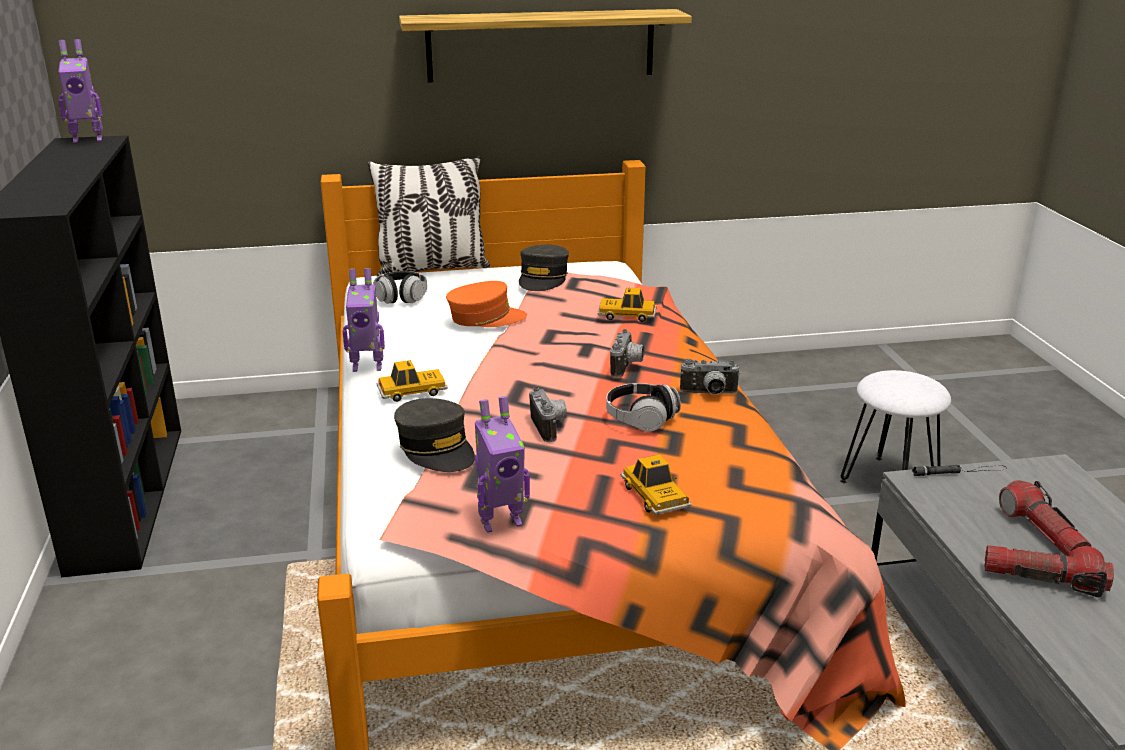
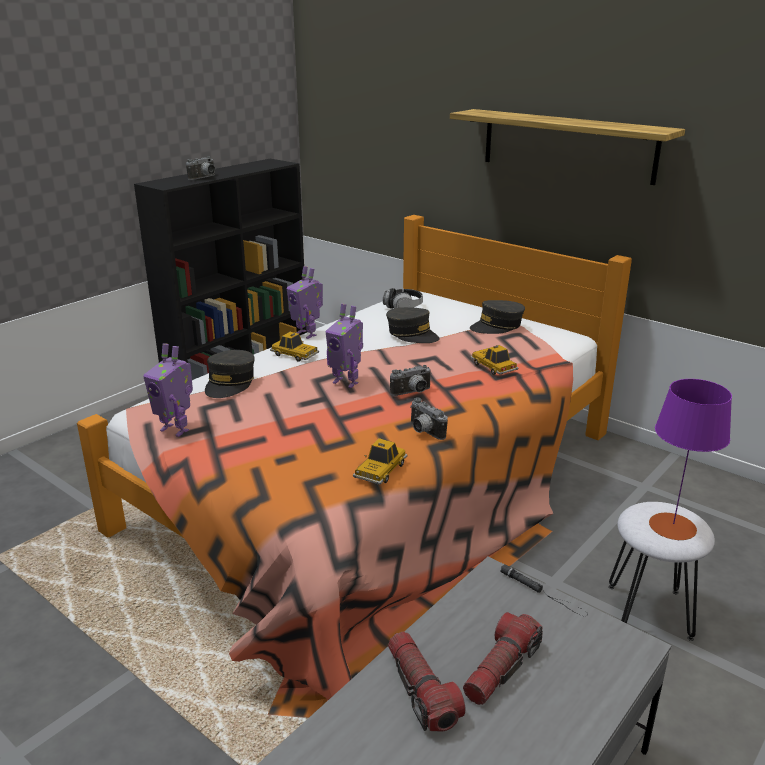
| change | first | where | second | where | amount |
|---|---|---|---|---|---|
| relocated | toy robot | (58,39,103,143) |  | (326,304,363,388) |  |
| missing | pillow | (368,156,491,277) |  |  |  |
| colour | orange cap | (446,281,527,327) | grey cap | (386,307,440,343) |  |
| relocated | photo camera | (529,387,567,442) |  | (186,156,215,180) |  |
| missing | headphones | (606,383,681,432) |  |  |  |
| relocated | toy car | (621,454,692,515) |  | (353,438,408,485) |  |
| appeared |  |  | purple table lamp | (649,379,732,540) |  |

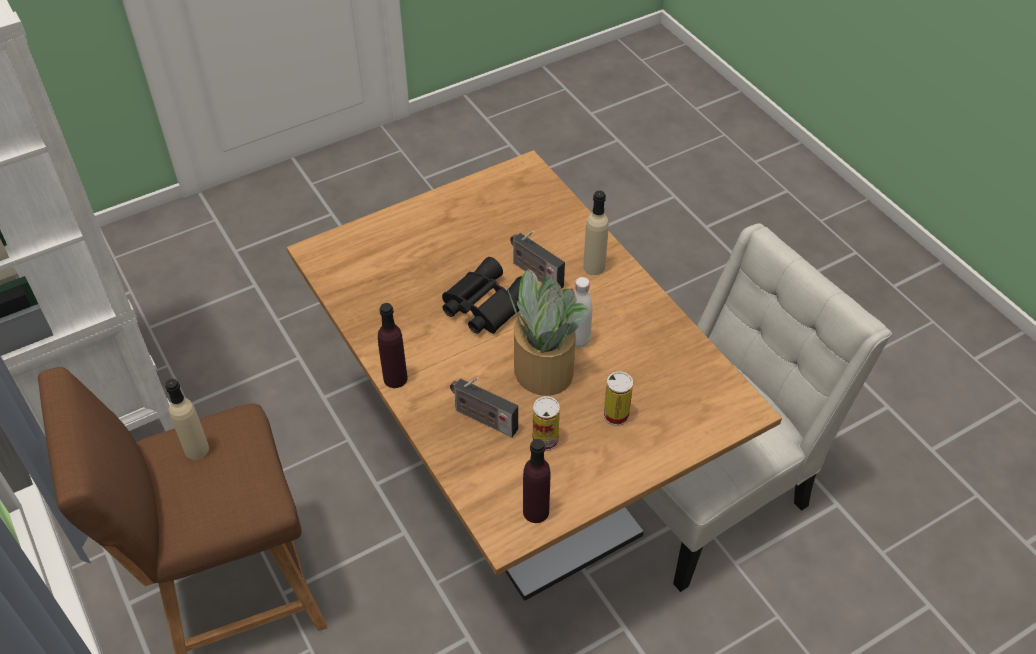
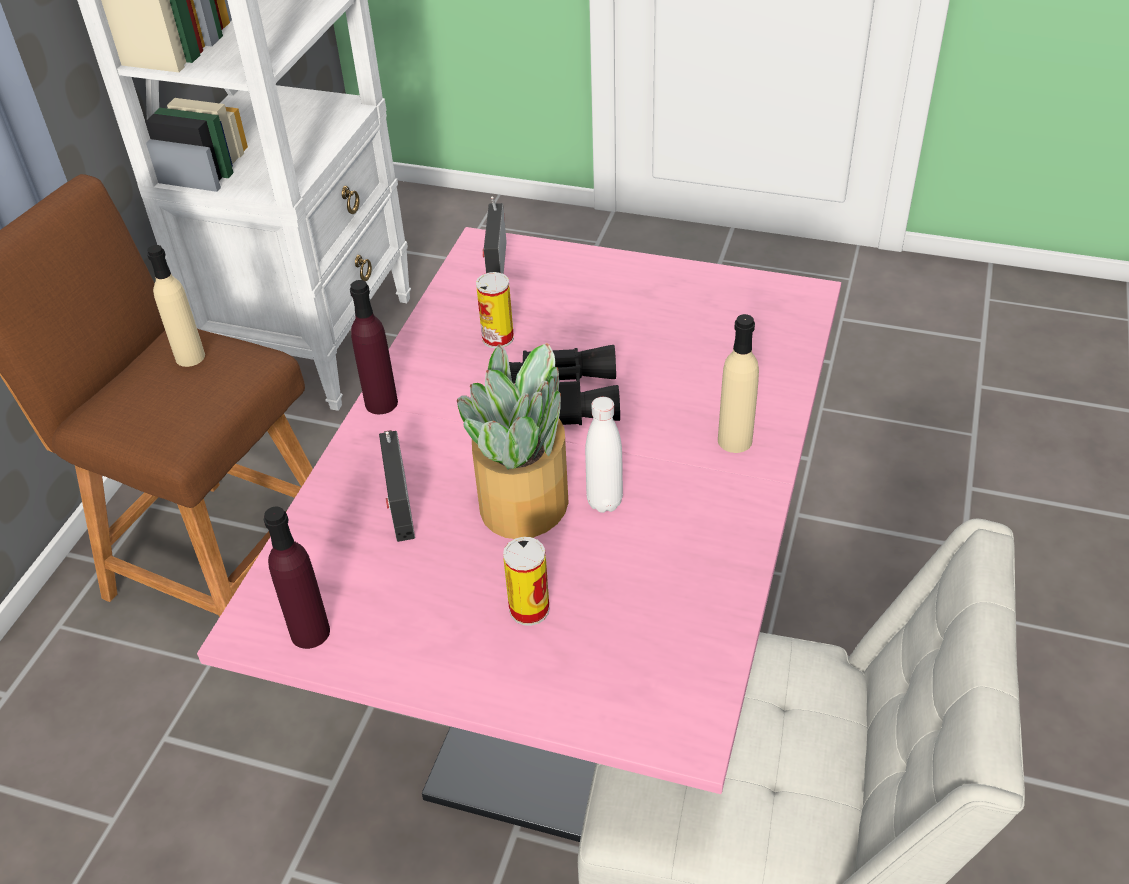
| change | first | where | second | where | amount |
|---|---|---|---|---|---|
| colour | brown dining table | (287,150,782,601) | pink dining table | (197,227,841,842) |  |
| relocated | radio | (510,231,565,289) |  | (482,196,507,274) |  |
| relocated | can | (532,396,560,451) |  | (476,272,514,348) |  |

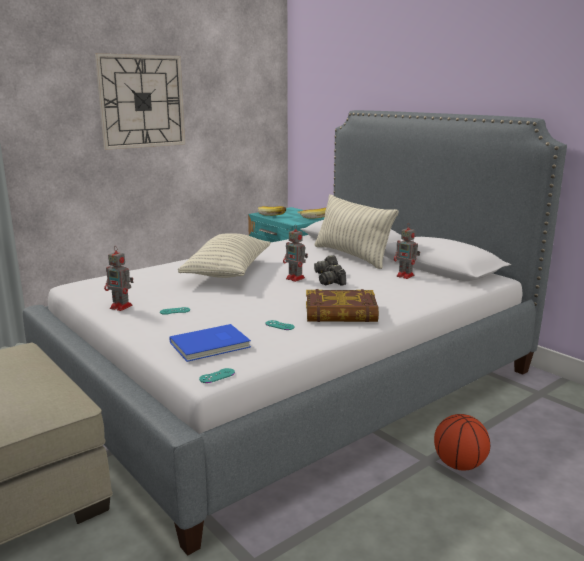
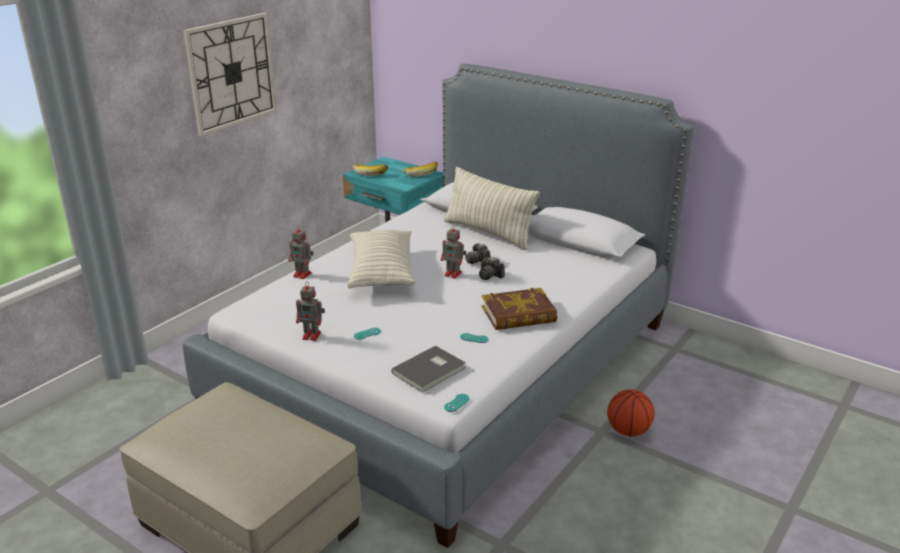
| change | first | where | second | where | amount |
|---|---|---|---|---|---|
| colour | blue book | (170,324,251,362) | grey book | (392,346,466,392) |  |
| relocated | toy robot | (394,226,420,279) |  | (288,225,314,279) |  |

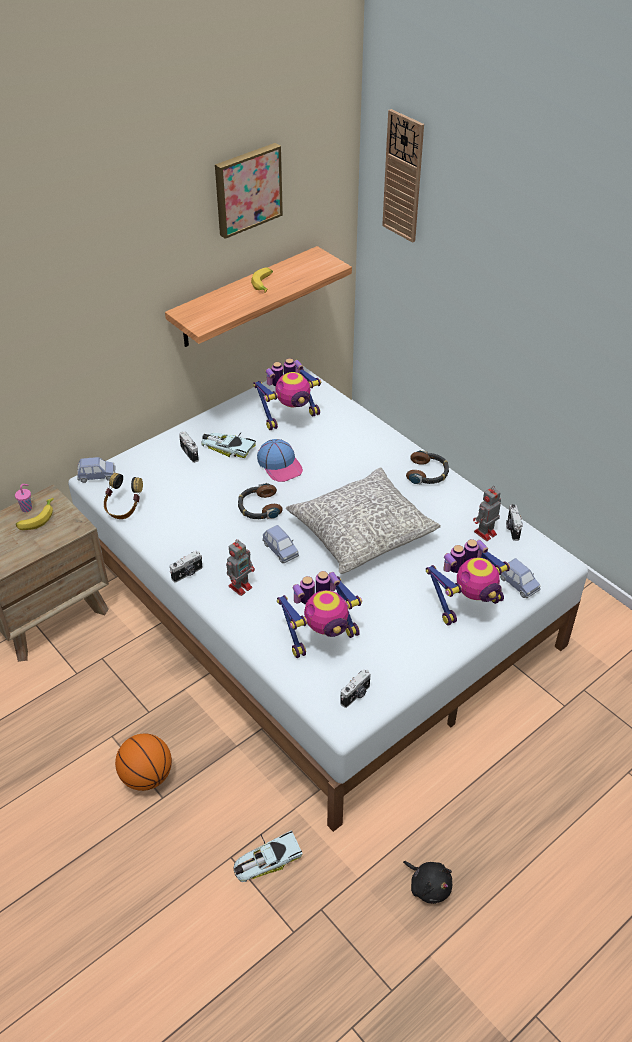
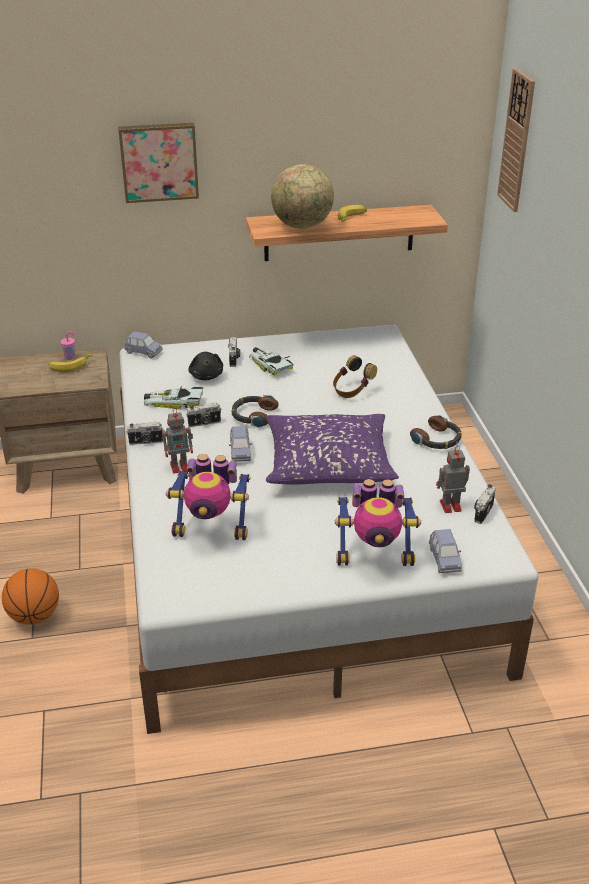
| change | first | where | second | where | amount |
|---|---|---|---|---|---|
| relocated | headphones | (104,473,143,519) |  | (333,355,377,398) |  |
| relocated | picture | (215,143,283,239) |  | (118,123,199,203) |  |
| relocated | toy car | (233,830,303,882) |  | (144,386,203,410) |  |
| missing | toy robot | (253,358,321,430) |  |  |  |
| missing | cap | (257,439,303,482) |  |  |  |
| colour | grey pillow | (286,468,441,574) | purple pillow | (265,414,399,485) |  |
| relocated | photo camera | (340,669,371,708) |  | (186,403,222,427) |  |
| relocated | black plush toy | (403,861,452,904) |  | (188,352,223,380) |  |
| appeared |  |  | globe | (271,164,334,229) |  |

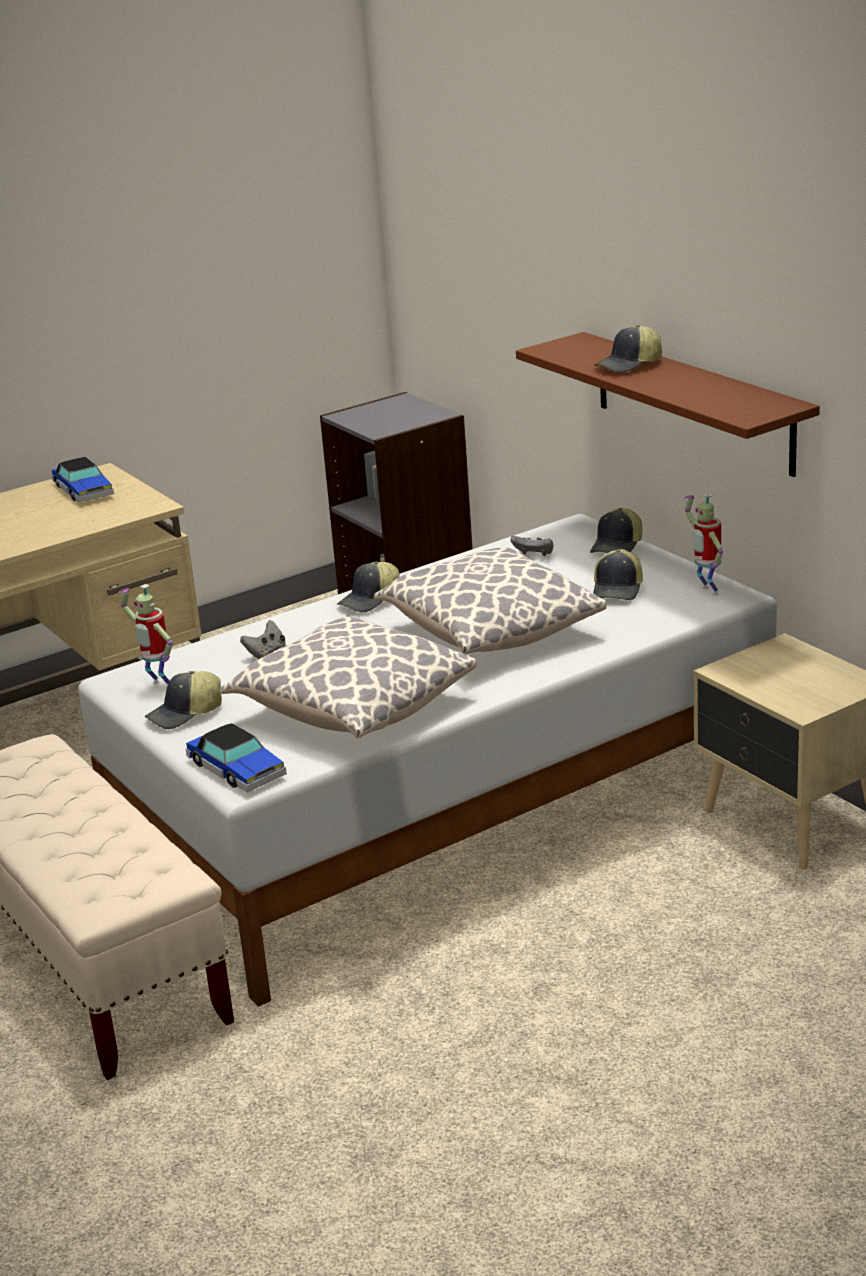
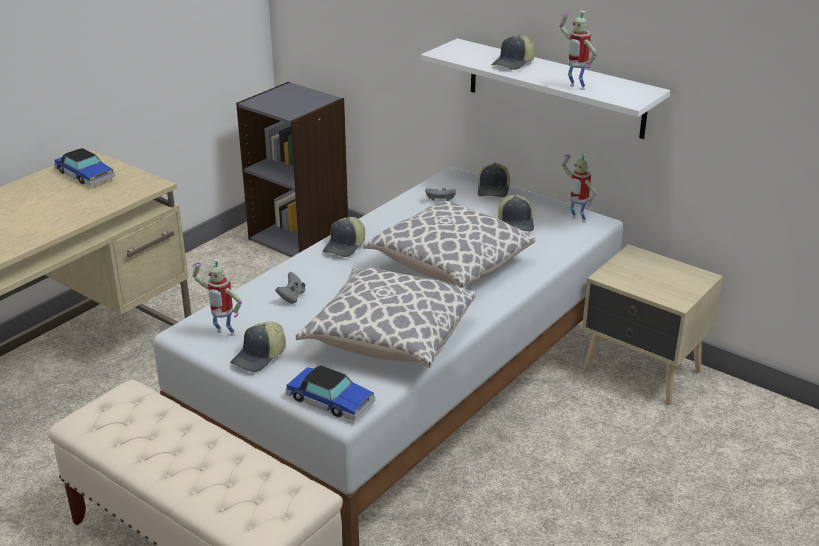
| change | first | where | second | where | amount |
|---|---|---|---|---|---|
| colour | brown shelf | (516,332,820,477) | white shelf | (421,38,671,139) |  |
| appeared |  |  | toy robot | (559,10,597,90) |  |

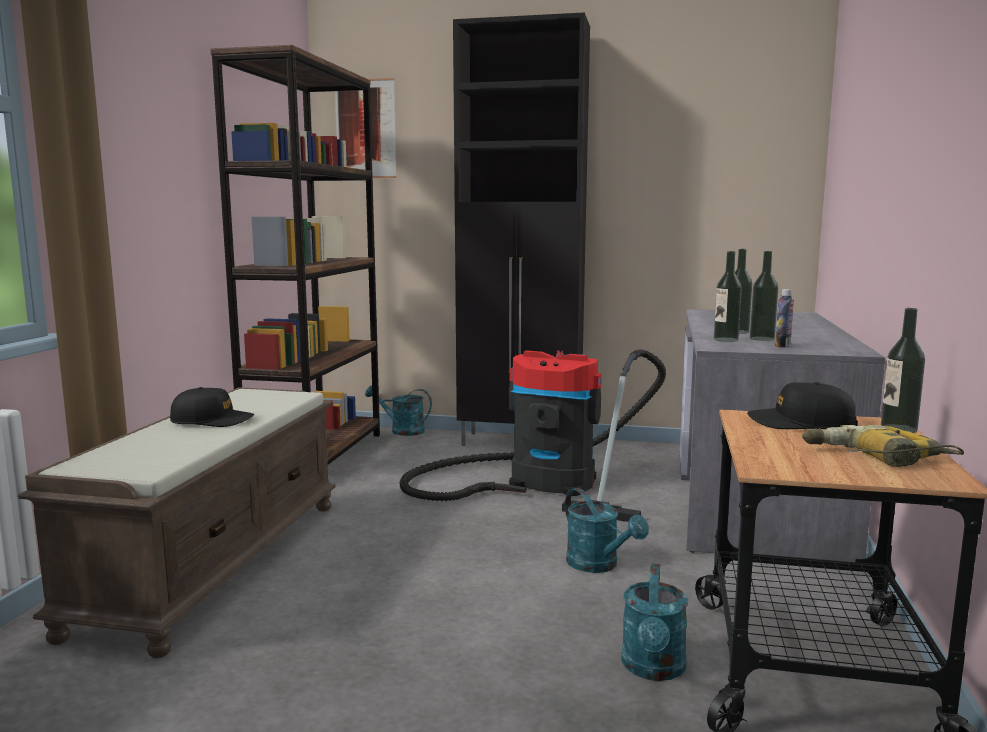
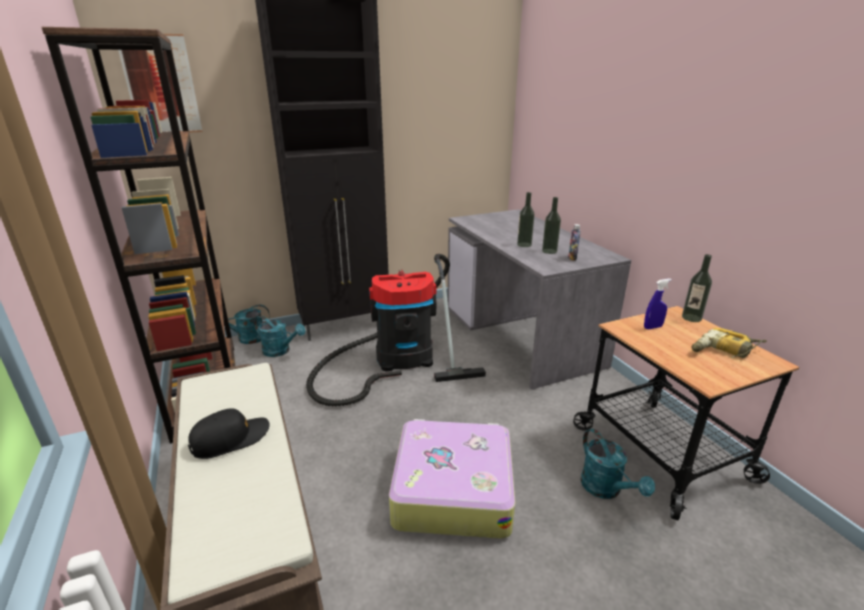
| change | first | where | second | where | amount |
|---|---|---|---|---|---|
| relocated | turquoise watering can | (565,488,649,573) |  | (254,316,306,357) |  |
| missing | bottle | (714,251,742,342) |  |  |  |
| exchanged | black cap | (747,382,858,429) | blue spray bottle | (644,279,672,329) |  |
| appeared |  |  | suitcase | (389,419,515,539) |  |

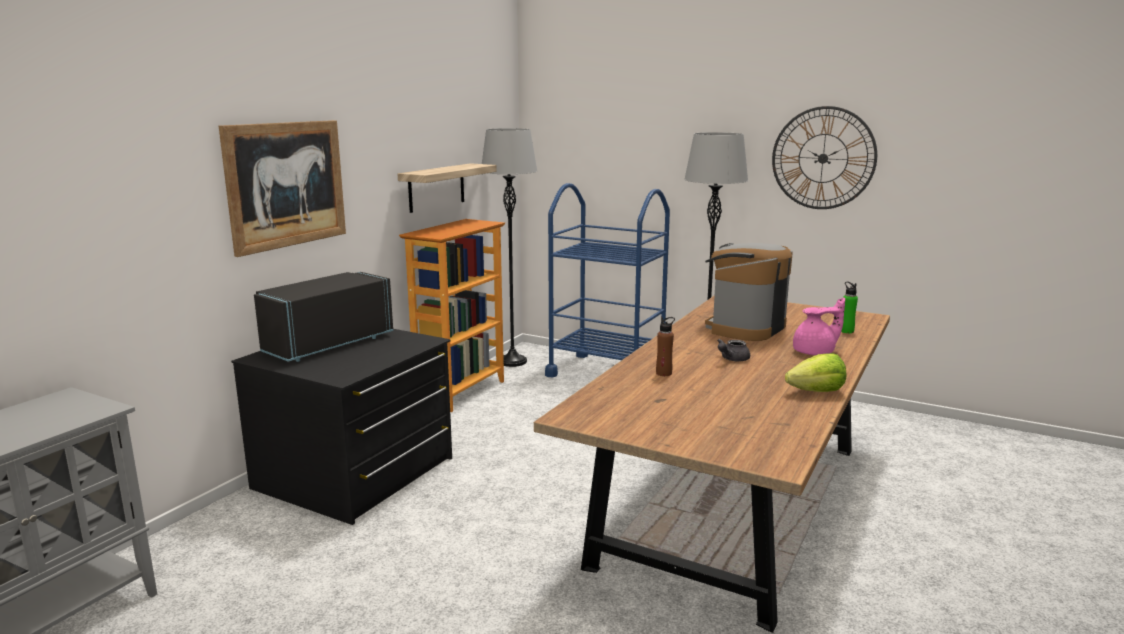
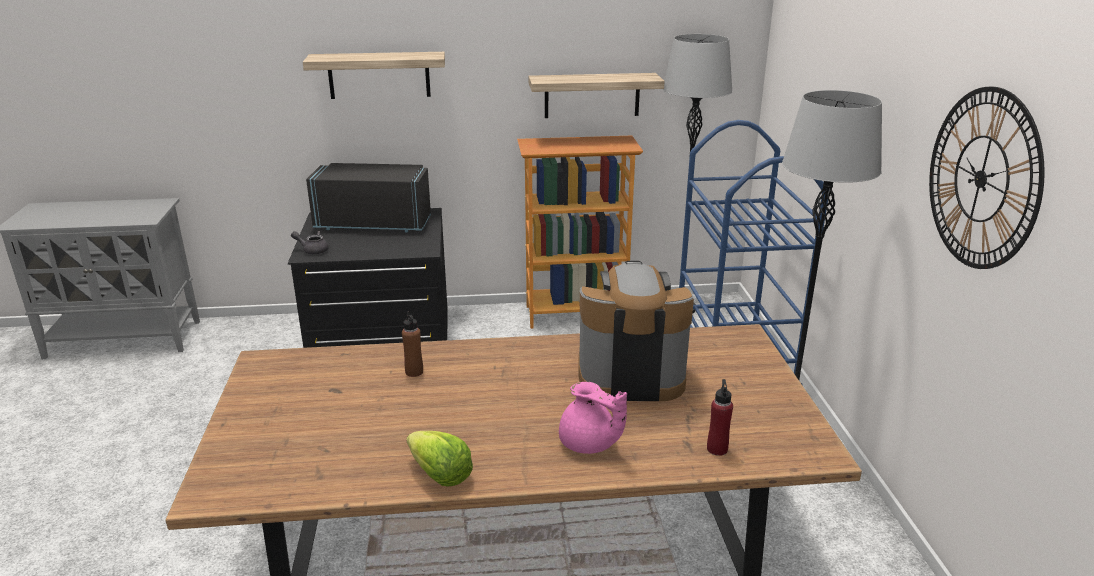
| change | first | where | second | where | amount |
|---|---|---|---|---|---|
| exchanged | picture | (219,120,346,257) | shelf | (303,52,445,99) |  |
| relocated | grey teapot | (717,339,750,361) |  | (291,231,328,254) |  |
| colour | green bottle | (841,281,858,333) | red bottle | (707,379,733,456) |  |

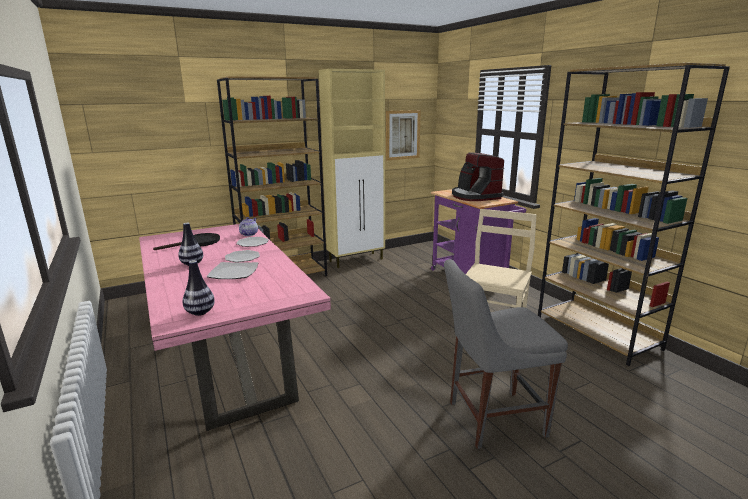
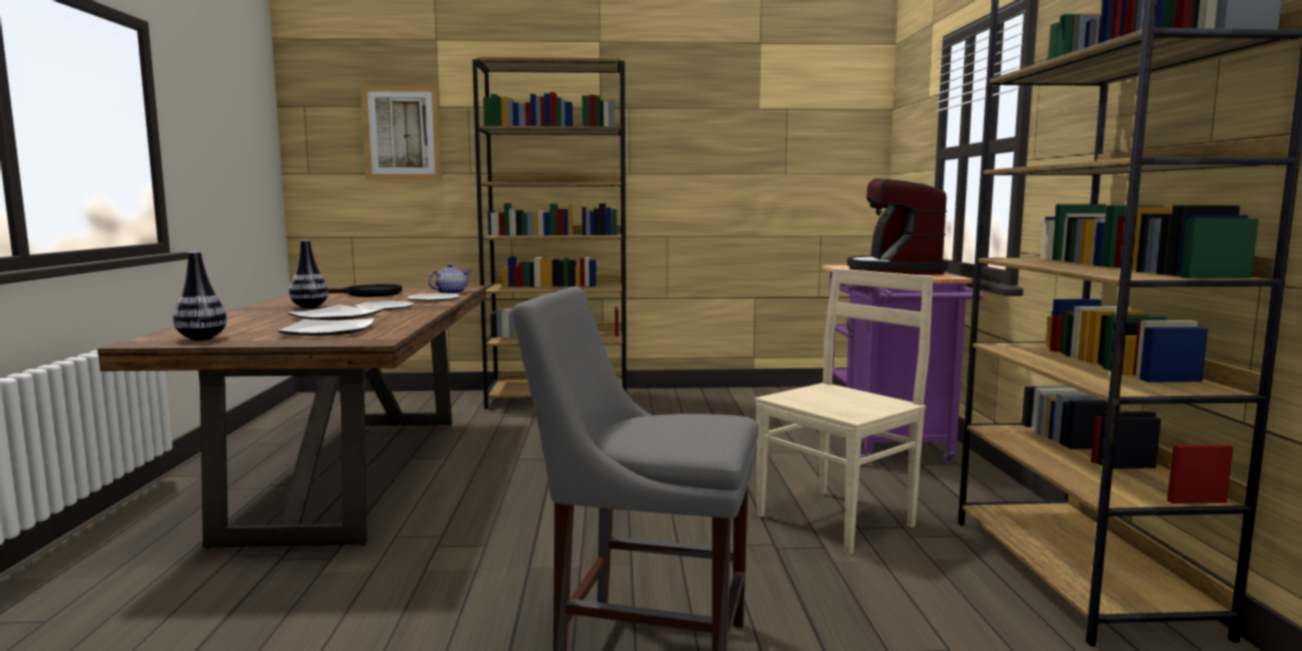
| change | first | where | second | where | amount |
|---|---|---|---|---|---|
| colour | pink dining table | (139,224,331,431) | brown dining table | (97,286,486,549) |  |
| missing | beige cabinet | (319,69,385,268) |  |  |  |
| relocated | picture | (386,110,421,160) |  | (361,86,442,179) |  |
| appeared |  |  | plate | (277,318,375,336) |  |

